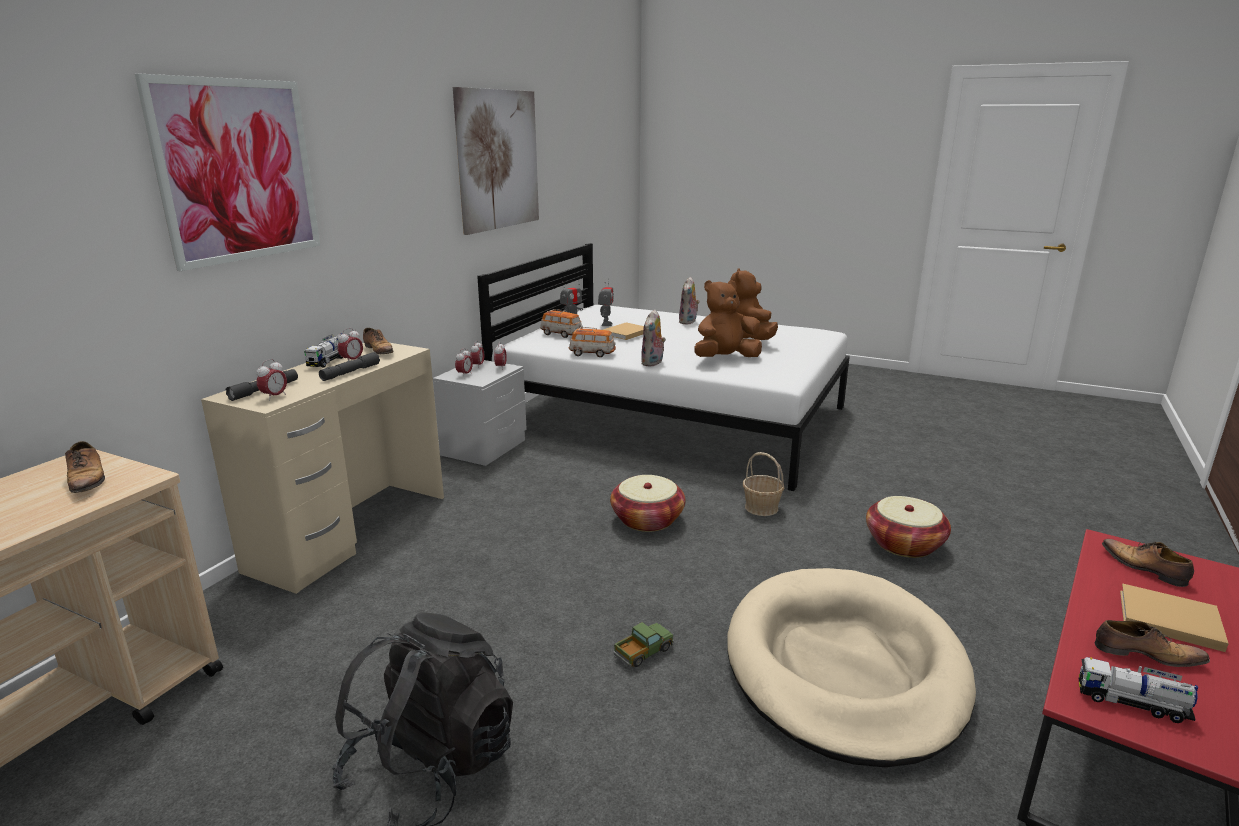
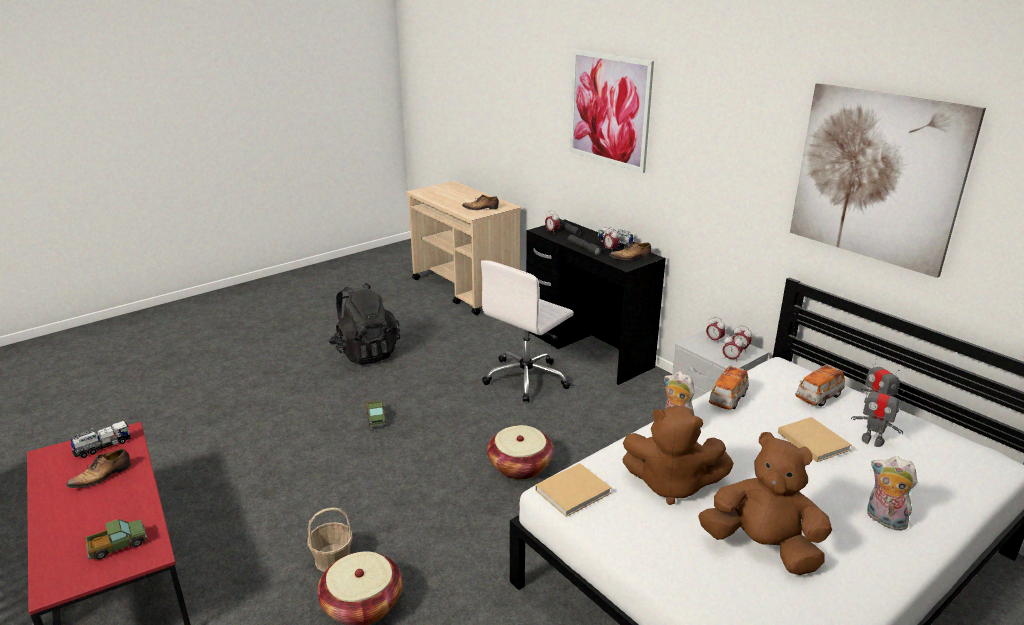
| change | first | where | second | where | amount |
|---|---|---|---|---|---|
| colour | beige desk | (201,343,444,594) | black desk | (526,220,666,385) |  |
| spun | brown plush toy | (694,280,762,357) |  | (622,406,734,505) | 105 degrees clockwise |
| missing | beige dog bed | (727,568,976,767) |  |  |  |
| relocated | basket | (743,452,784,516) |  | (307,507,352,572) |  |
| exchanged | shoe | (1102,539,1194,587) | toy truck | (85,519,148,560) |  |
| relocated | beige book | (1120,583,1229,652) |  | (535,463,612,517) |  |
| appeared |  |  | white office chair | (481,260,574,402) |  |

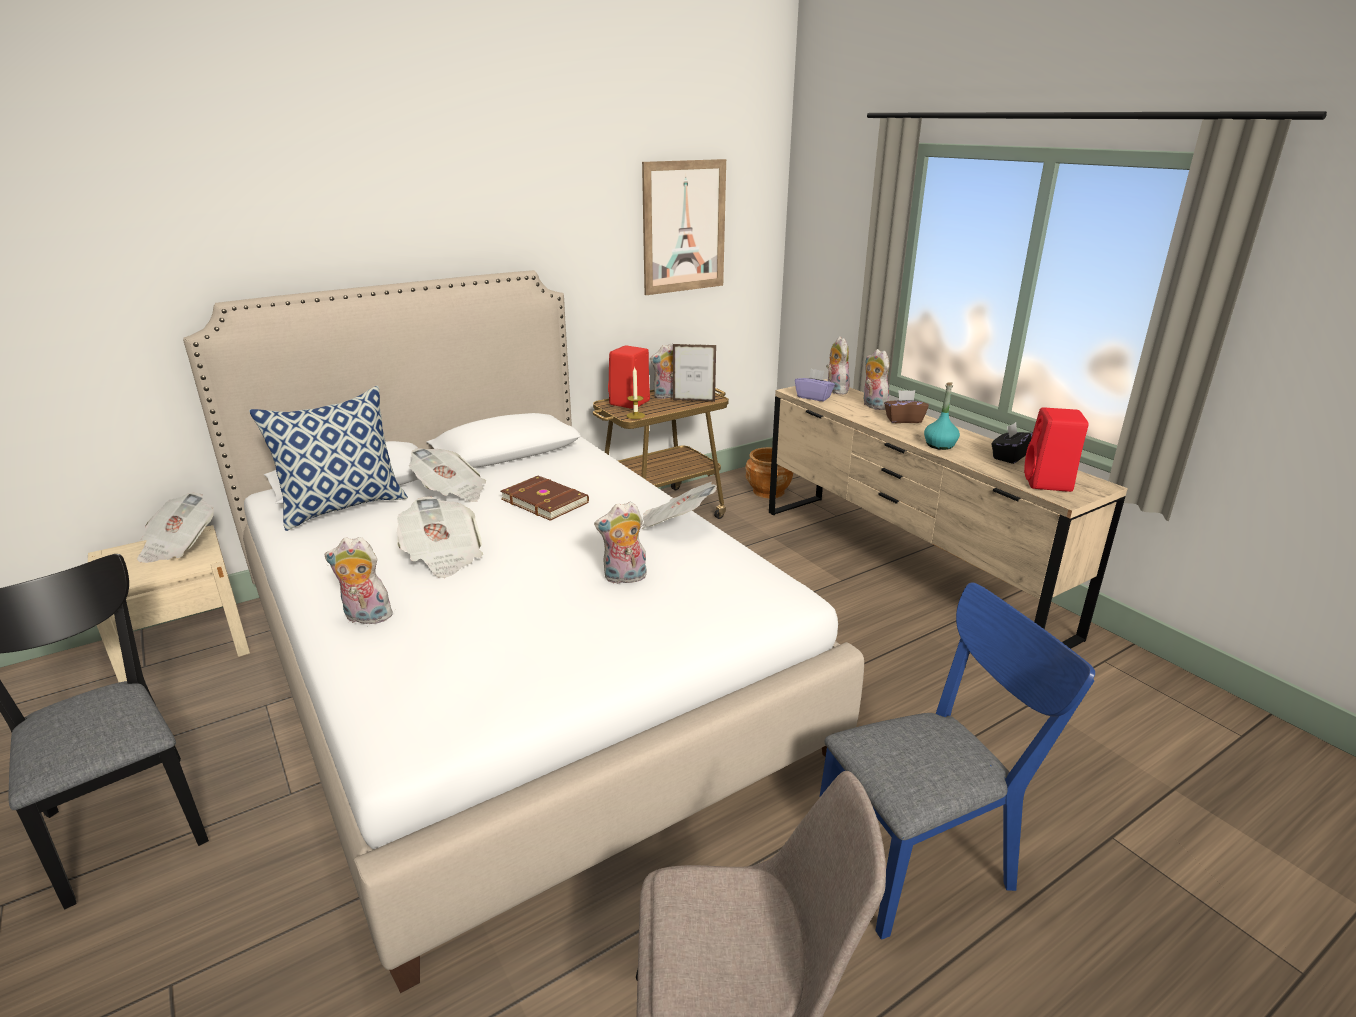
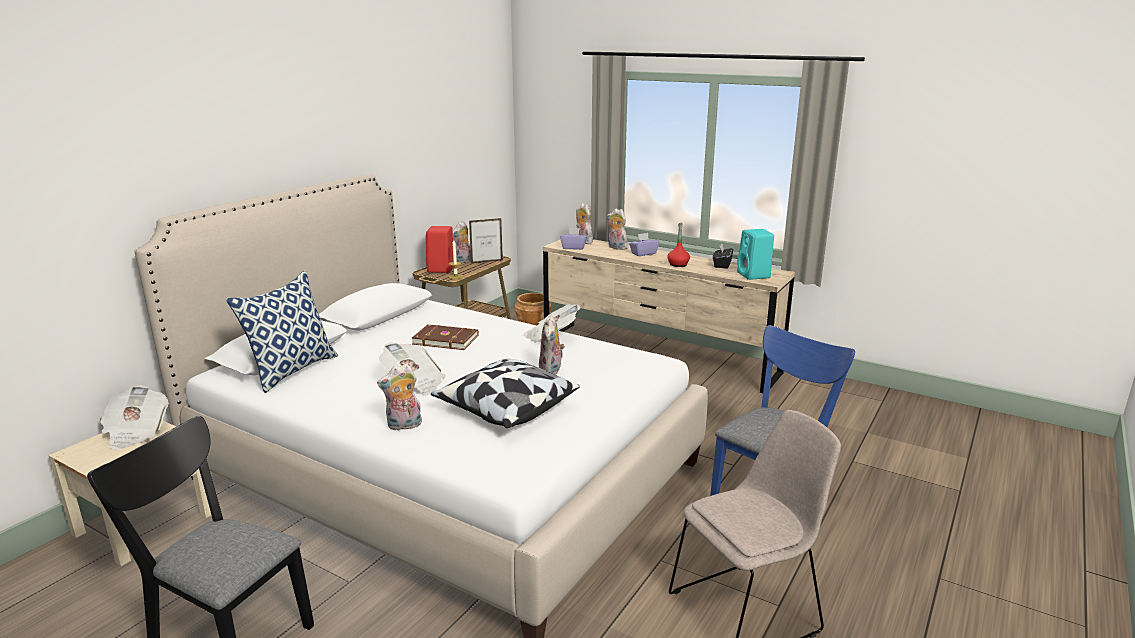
| change | first | where | second | where | amount |
|---|---|---|---|---|---|
| missing | newspaper | (409,448,486,502) |  |  |  |
| spun | plush toy | (594,501,647,585) |  | (539,315,565,374) | 45 degrees counterclockwise |
| missing | picture | (642,159,726,295) |  |  |  |
| colour | brown tissue box | (884,390,929,423) | purple tissue box | (629,233,659,256) |  |
| colour | turquoise bottle | (924,382,960,450) | red bottle | (667,223,690,267) |  |
| colour | red speaker | (1024,407,1089,492) | turquoise speaker | (737,229,774,280) |  |
| appeared |  |  | pillow | (431,359,580,428) |  |

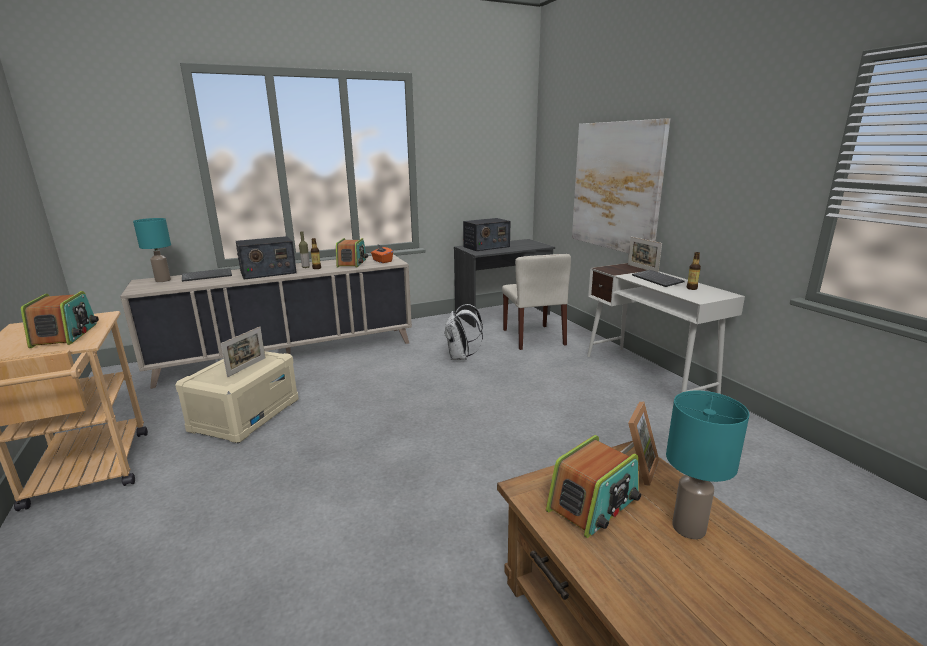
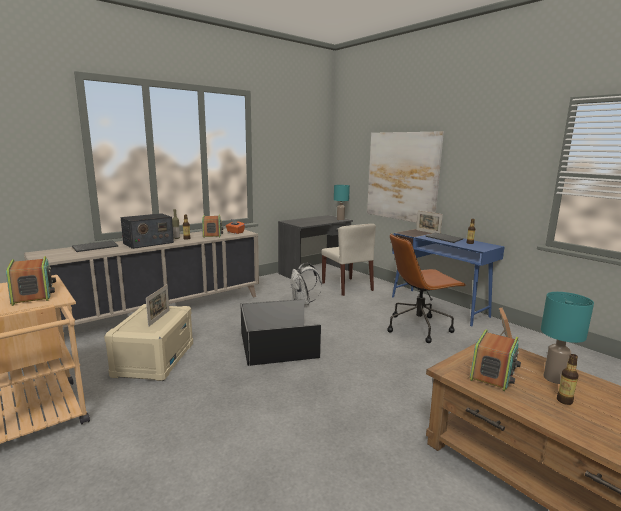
| change | first | where | second | where | amount |
|---|---|---|---|---|---|
| relocated | turquoise table lamp | (133,218,171,282) |  | (334,185,350,220) |  |
| missing | radio | (463,218,511,251) |  |  |  |
| colour | white desk | (587,263,745,394) | blue desk | (392,229,505,326) |  |
| appeared |  |  | black storage box | (240,299,321,366) |  |
| appeared |  |  | brown office chair | (387,234,466,343) |  |
| appeared |  |  | bottle | (557,354,579,405) |  |

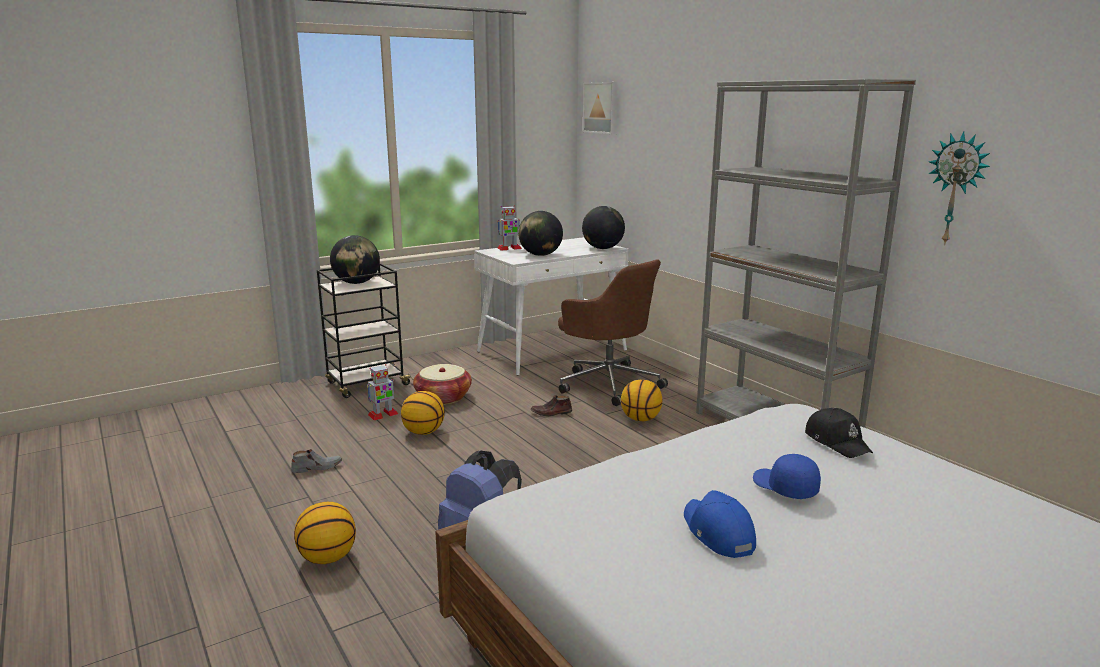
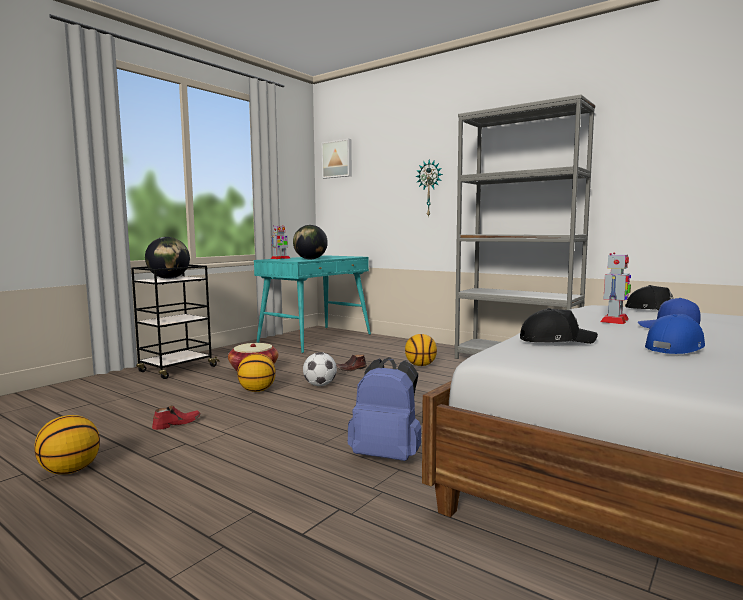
| change | first | where | second | where | amount |
|---|---|---|---|---|---|
| colour | grey shoe | (291,449,342,473) | red shoe | (152,405,201,430) |  |
| relocated | basketball | (294,502,356,564) |  | (34,415,100,474) |  |
| relocated | toy robot | (367,364,398,420) |  | (600,252,631,324) |  |
| colour | white desk | (474,237,629,376) | turquoise desk | (254,255,371,353) |  |
| missing | brown office chair | (558,259,668,406) |  |  |  |
| missing | globe | (582,206,625,249) |  |  |  |
| spun | blue cap | (684,490,756,558) |  | (645,314,705,354) | 90 degrees clockwise |
| relocated | wall clock | (929,131,990,245) |  | (415,160,443,217) |  |
| appeared |  |  | football | (303,352,337,386) |  |
| appeared |  |  | black cap | (520,308,598,344) |  |

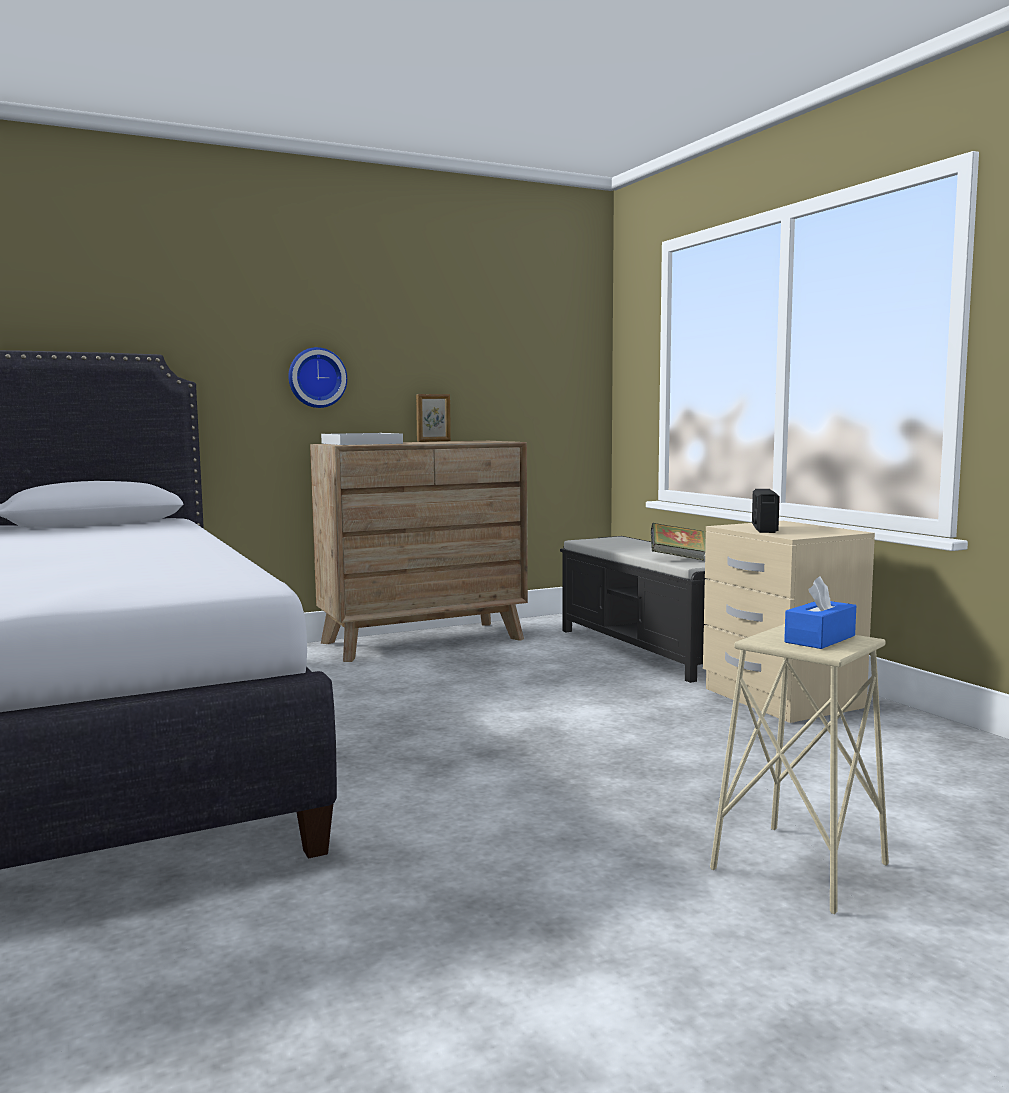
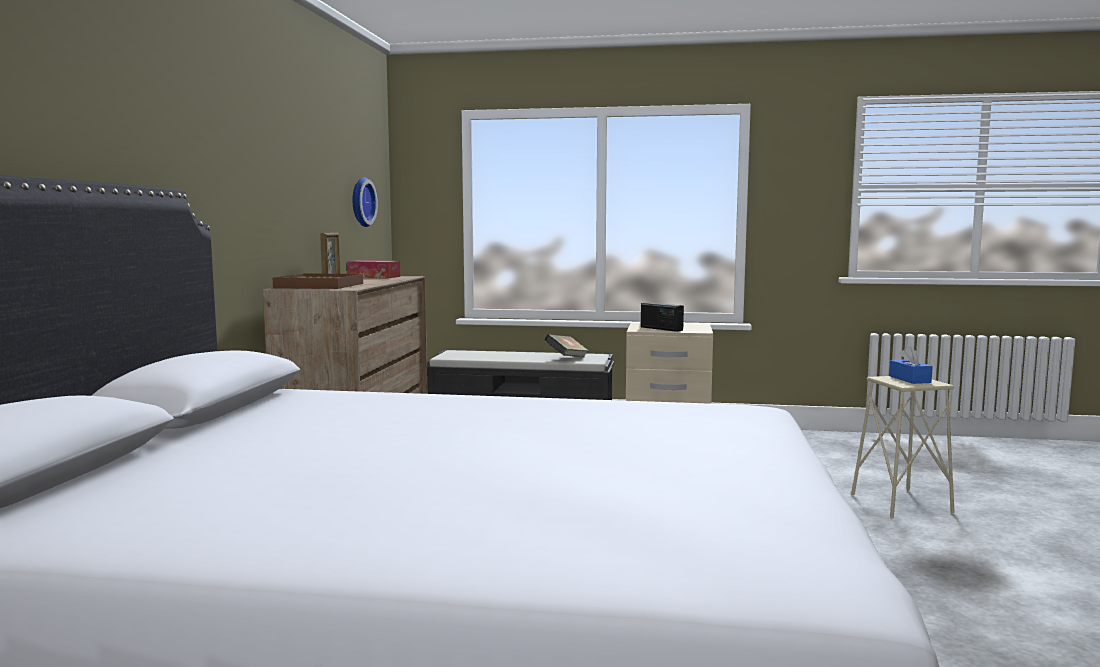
| change | first | where | second | where | amount |
|---|---|---|---|---|---|
| relocated | wall clock | (288,347,347,408) |  | (353,177,378,227) |  |
| colour | white tray | (321,433,403,445) | brown tray | (273,273,363,289) |  |
| appeared |  |  | tissue box | (347,260,400,278) |  |

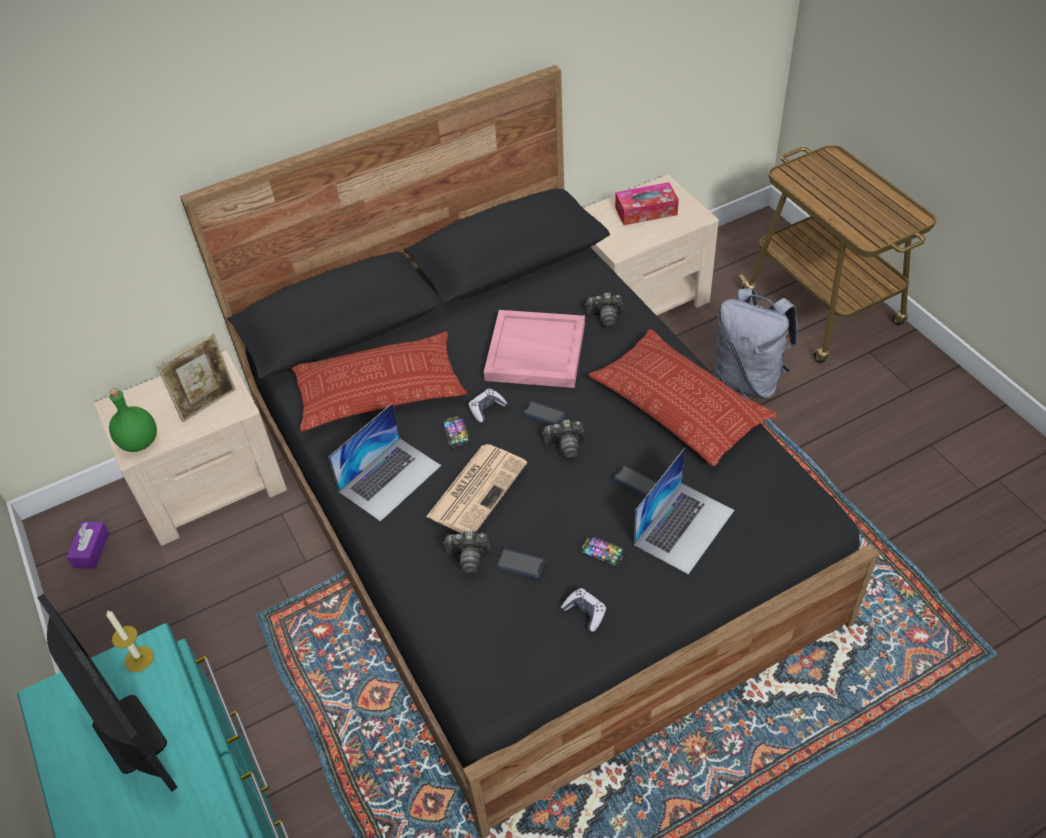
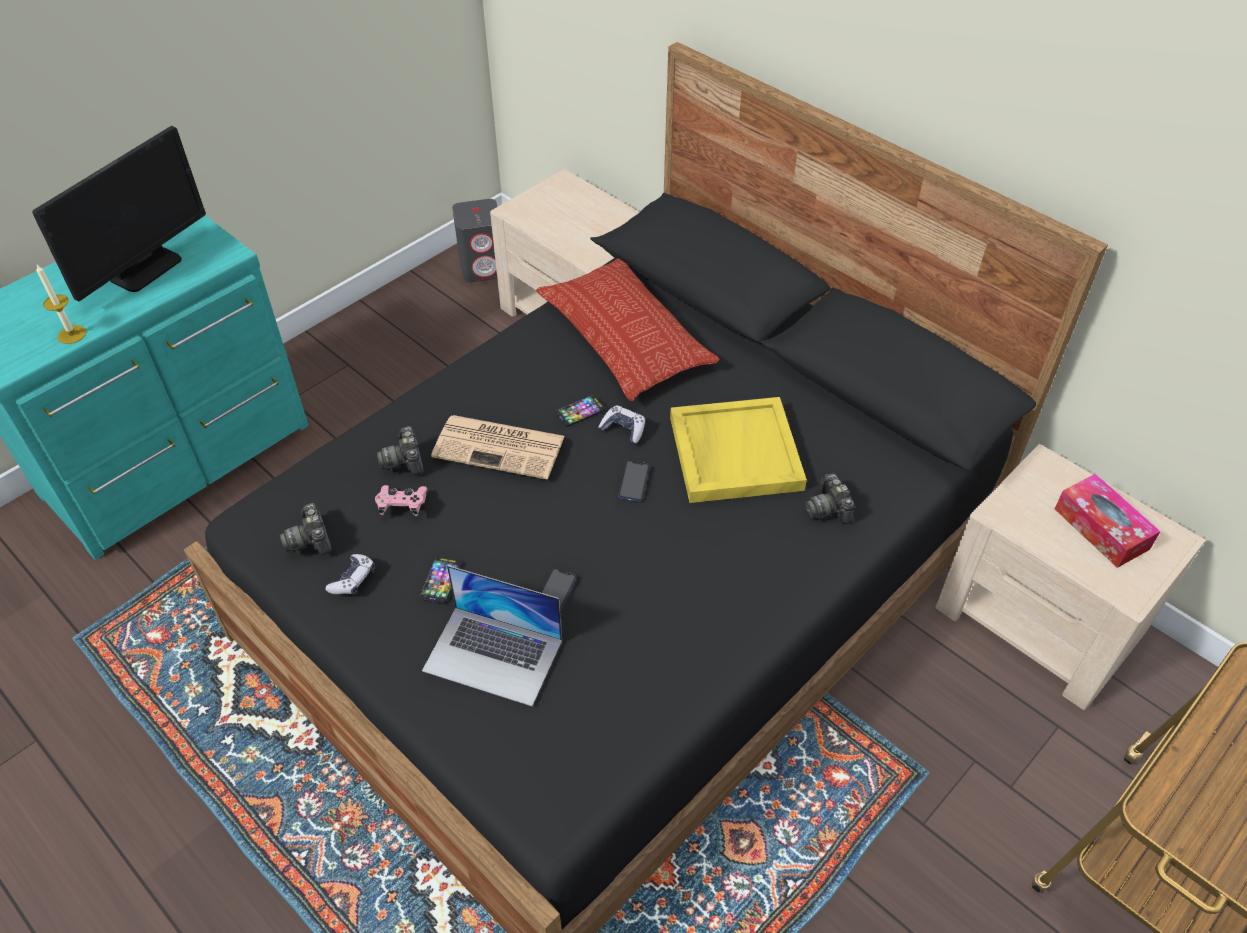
| change | first | where | second | where | amount |
|---|---|---|---|---|---|
| exchanged | purple tissue box | (66,522,109,569) | grey speaker | (452,199,498,283) |  |
| relocated | candle | (106,610,154,672) |  | (36,265,86,344) |  |
| missing | green bottle | (109,388,157,452) |  |  |  |
| missing | picture frame | (157,334,236,422) |  |  |  |
| missing | laptop | (328,403,441,522) |  |  |  |
| colour | pink tray | (484,310,585,388) | yellow tray | (670,397,807,503) |  |
| exchanged | phone | (497,548,545,578) | pink game controller | (375,485,428,516) |  |
| relocated | photo camera | (542,420,584,459) |  | (280,503,332,555) |  |
| missing | pillow | (589,329,777,466) |  |  |  |
| missing | grey backpack | (714,288,798,398) |  |  |  |

